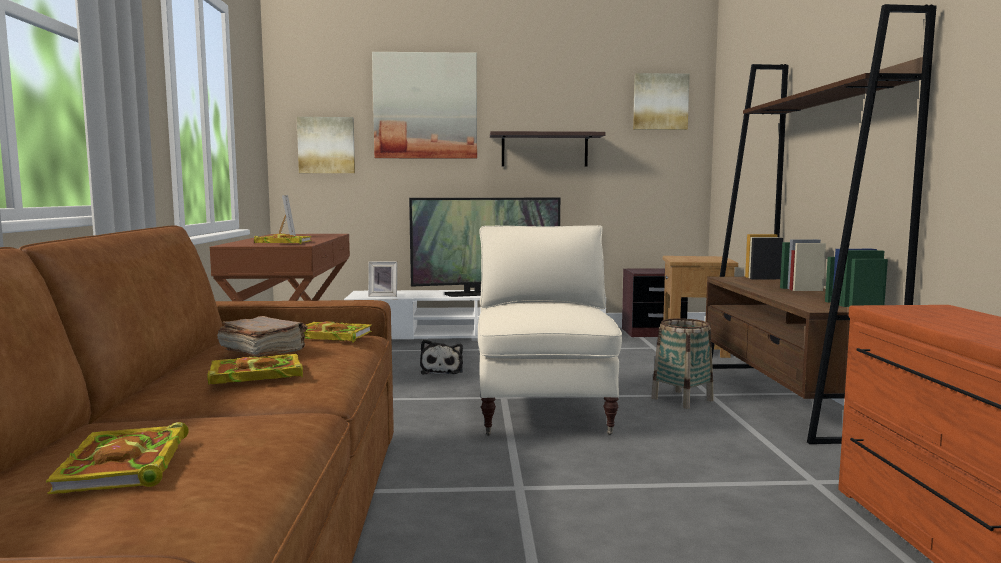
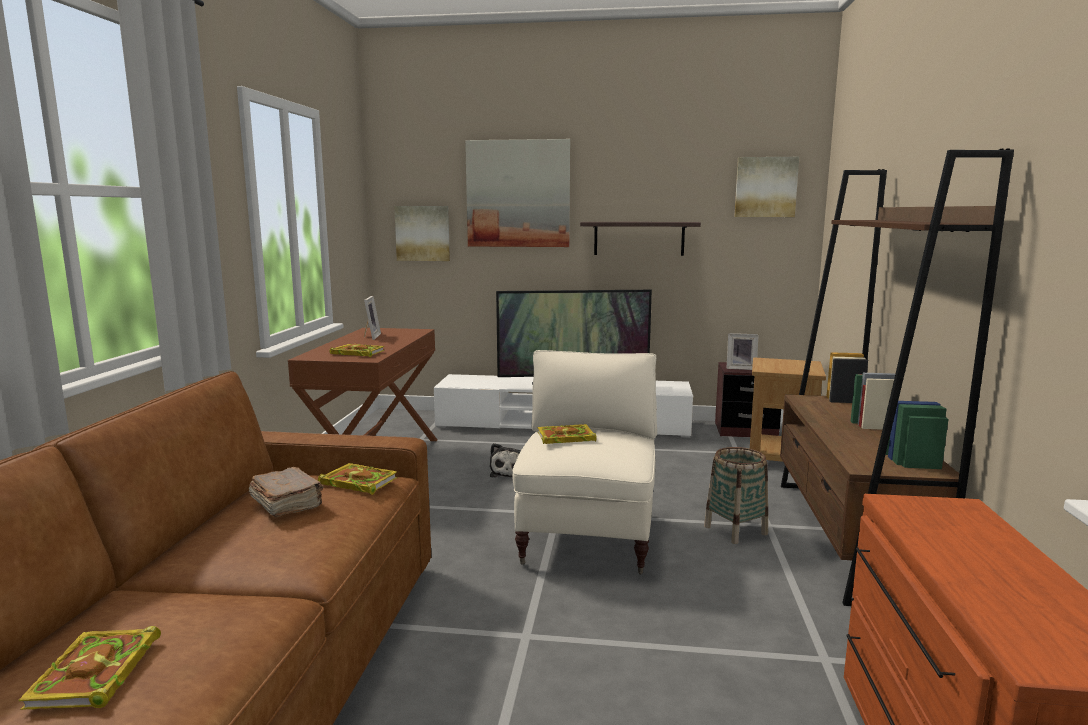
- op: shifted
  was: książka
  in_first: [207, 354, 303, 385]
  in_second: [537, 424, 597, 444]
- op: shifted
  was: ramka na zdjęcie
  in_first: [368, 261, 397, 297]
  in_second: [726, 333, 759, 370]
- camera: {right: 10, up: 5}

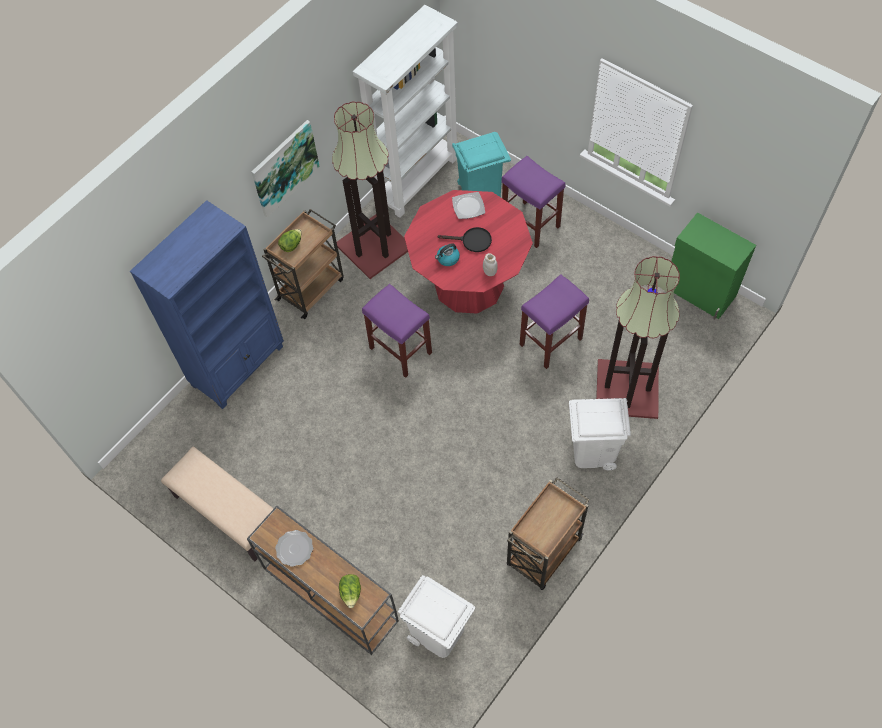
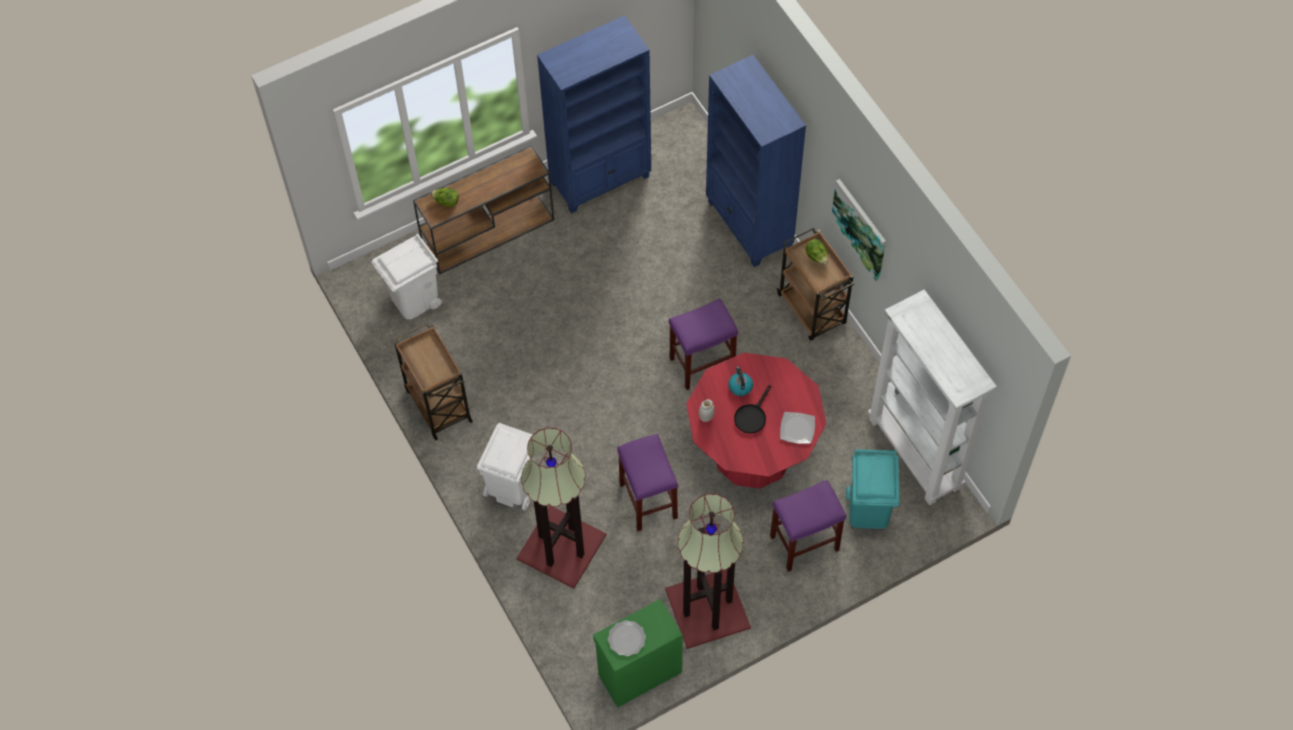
- op: shifted
  was: talerz
  in_first: [275, 530, 313, 567]
  in_second: [608, 620, 646, 656]
- op: shifted
  was: lampa stojąca
  in_first: [332, 101, 408, 279]
  in_second: [665, 493, 751, 649]
- op: swapped
  was: ławka [beżowy]
  now: regał [niebieski]
  in_first: [161, 447, 274, 561]
  in_second: [537, 15, 651, 214]
- camera: {right: 110, up: 0}

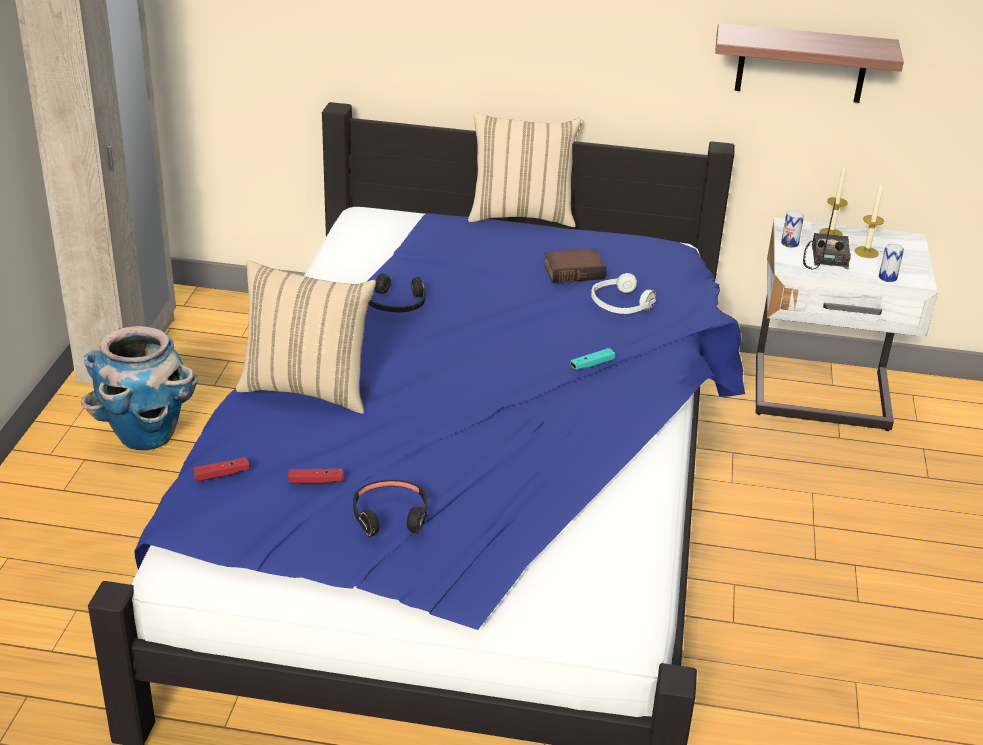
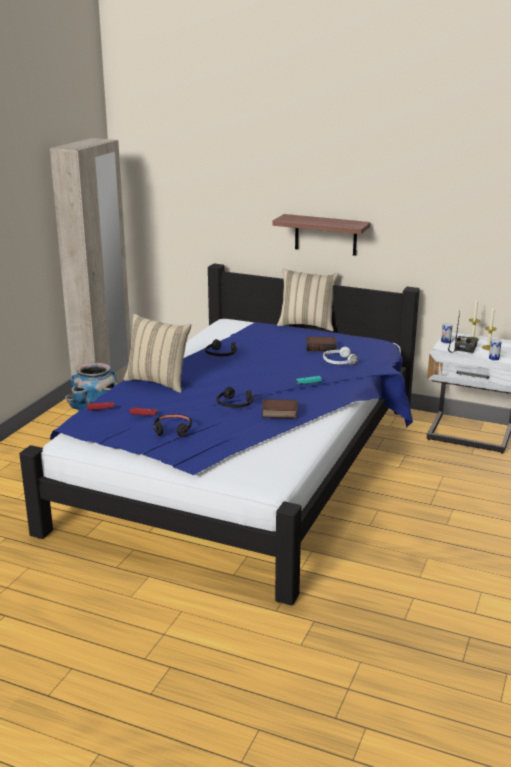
- op: new
  now: słuchawki [czarny]
  in_second: [216, 386, 253, 408]
- op: new
  now: książka
  in_second: [262, 399, 298, 419]
- op: shifted
  was: półka
  in_first: [715, 23, 904, 103]
  in_second: [272, 214, 370, 256]
- camera: {right: 15, up: -10}

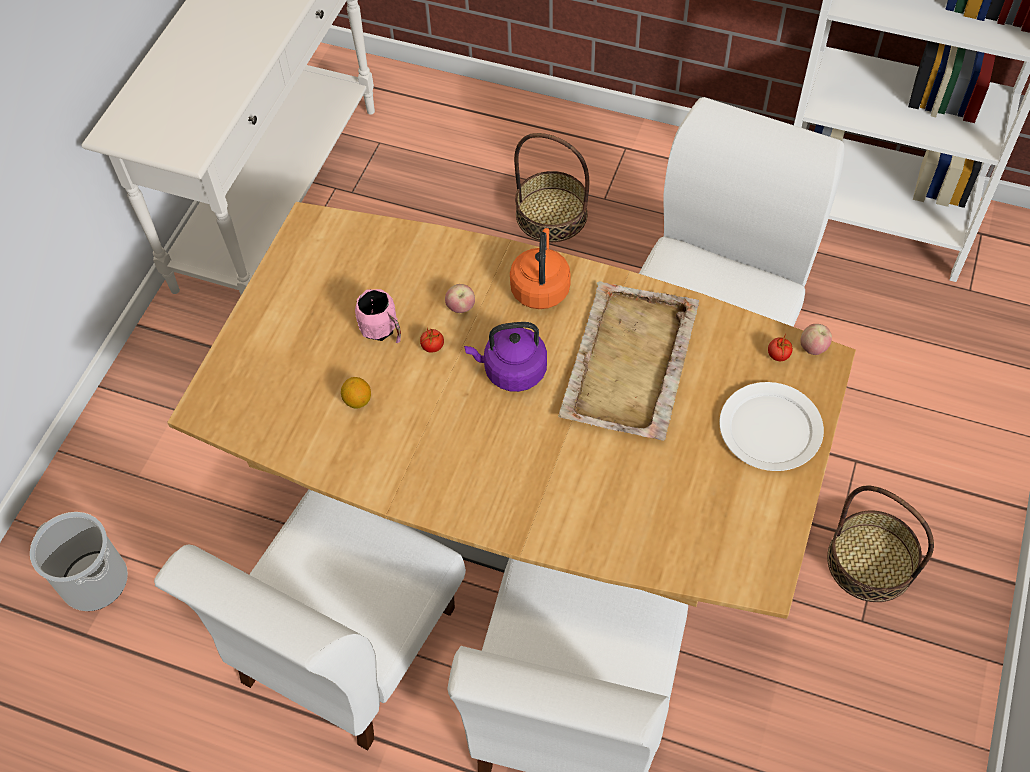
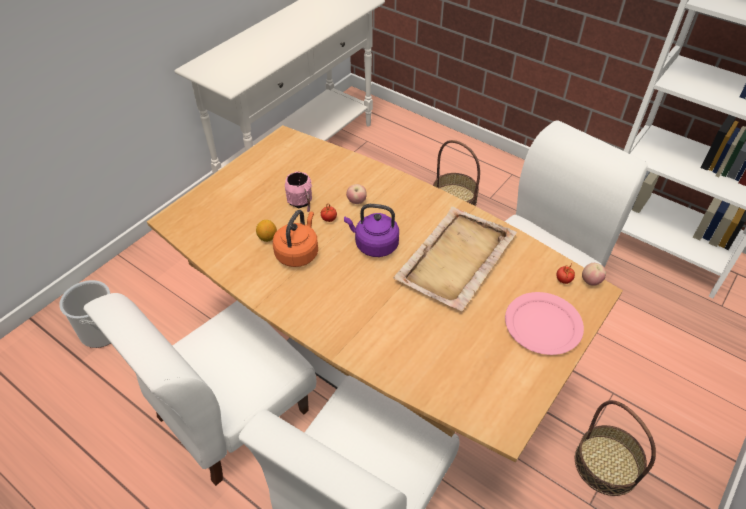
- op: shifted
  was: czajnik [pomarańczowy]
  in_first: [510, 228, 571, 309]
  in_second: [273, 210, 318, 267]
- op: repainted
  was: talerz [biały]
  now: talerz [różowy]
  in_first: [719, 382, 824, 471]
  in_second: [505, 292, 584, 355]
- camera: {right: 15, up: -10}

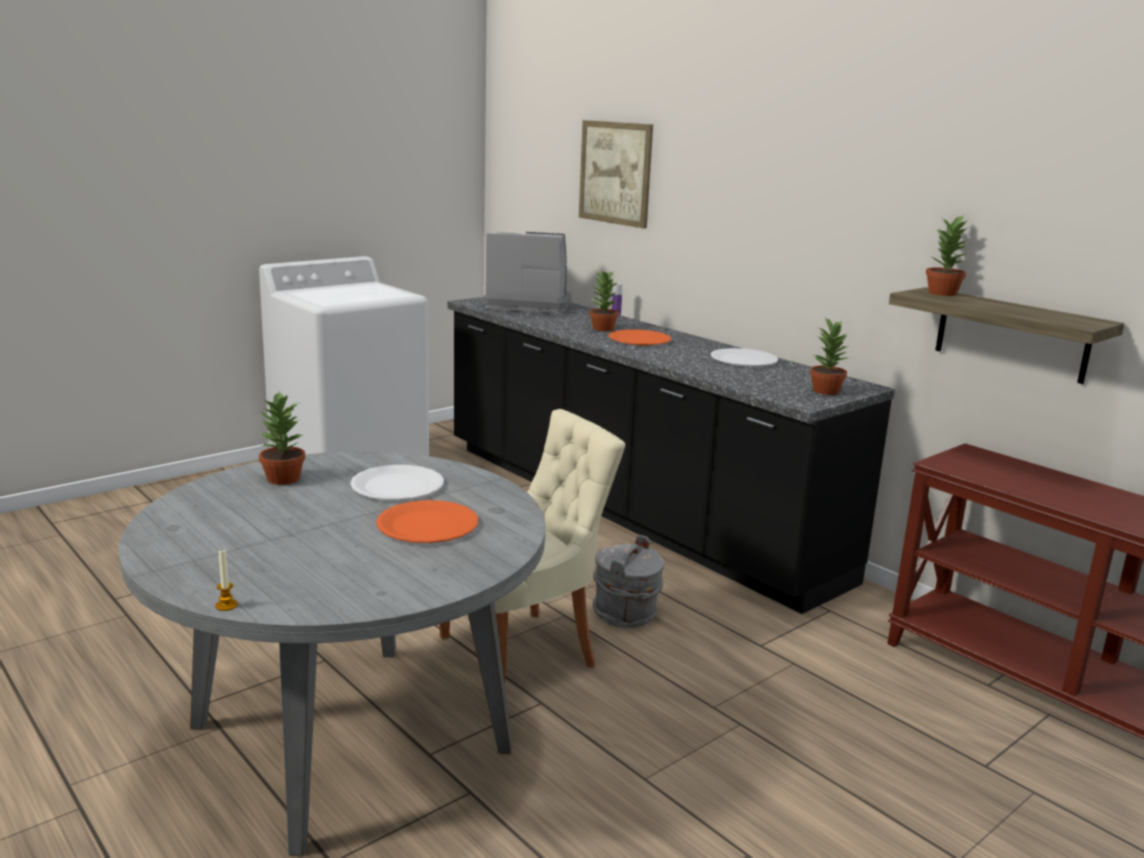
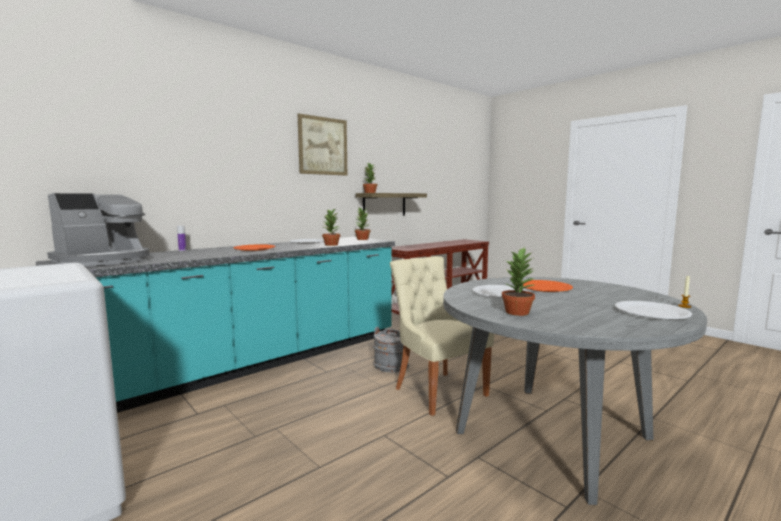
- op: new
  now: talerz [biały]
  in_second: [615, 301, 692, 319]
- op: shifted
  was: obraz
  in_first: [579, 120, 653, 229]
  in_second: [298, 113, 347, 176]
- op: shifted
  was: roślina doniczkowa
  in_first: [589, 271, 619, 331]
  in_second: [322, 208, 340, 246]
- op: repainted
  was: zabudowa kuchenna [czarny]
  now: zabudowa kuchenna [turkusowy]
  in_first: [447, 297, 895, 614]
  in_second: [36, 237, 395, 413]
- op: rotated
  was: ekspres do kawy
  in_first: [483, 232, 572, 313]
  in_second: [47, 193, 150, 266]
  clockwise: -150
- camera: {right: -90, up: -10}

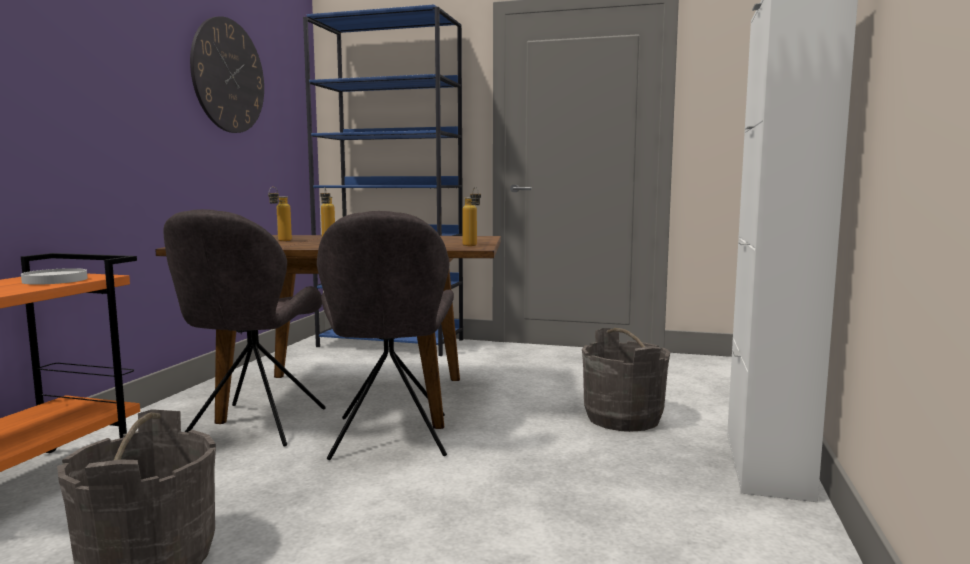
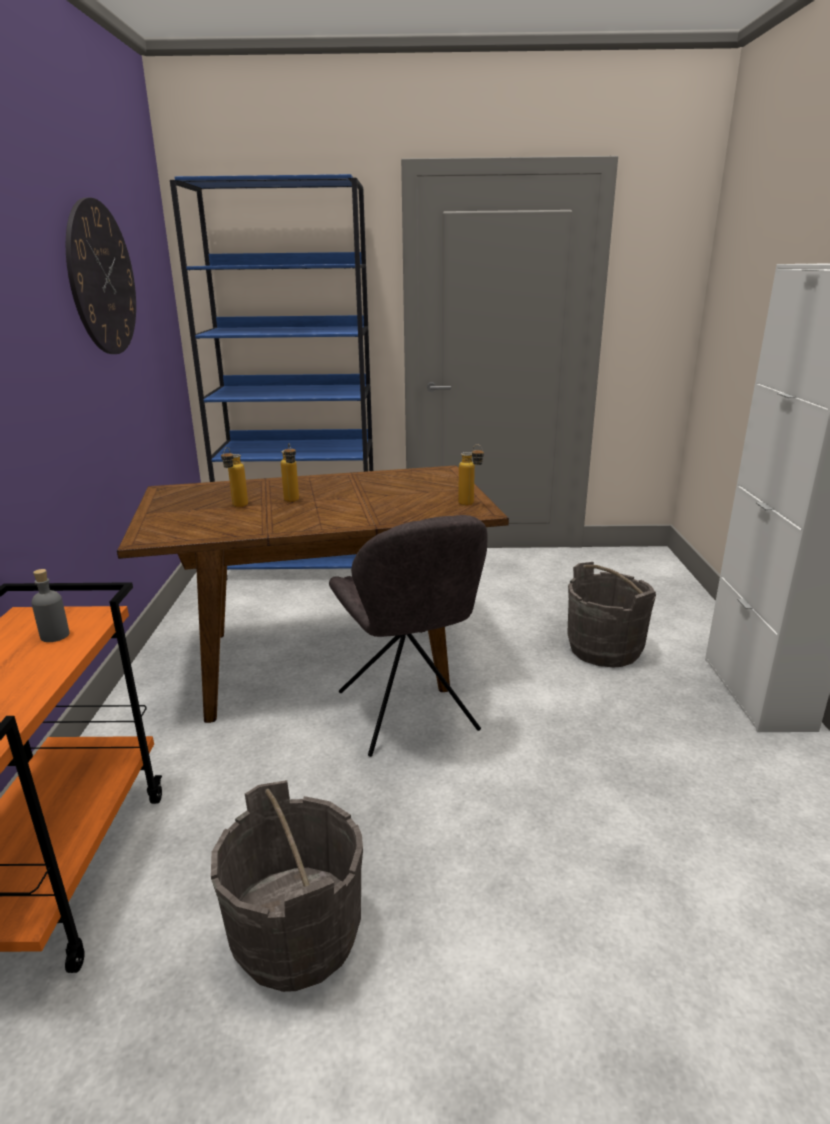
- op: gone
  was: krzesło [szary]
  in_first: [163, 209, 326, 447]
- op: swapped
  was: talerz [biały]
  now: butelka [szary]
  in_first: [21, 268, 88, 285]
  in_second: [31, 569, 69, 642]
- camera: {right: -15, up: 15}

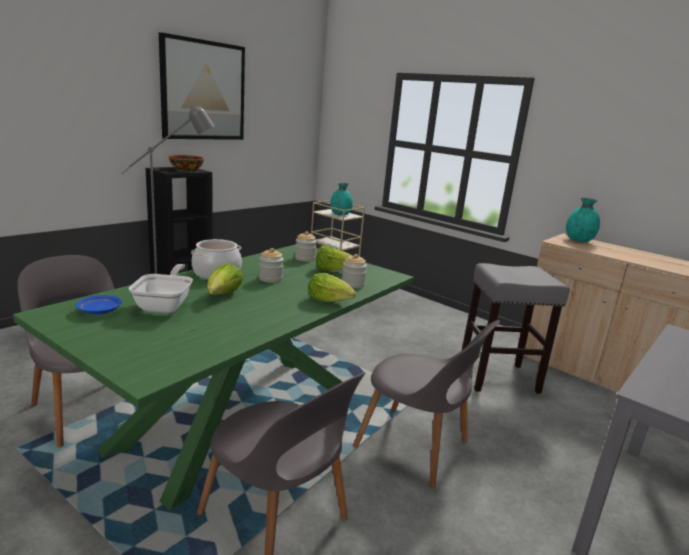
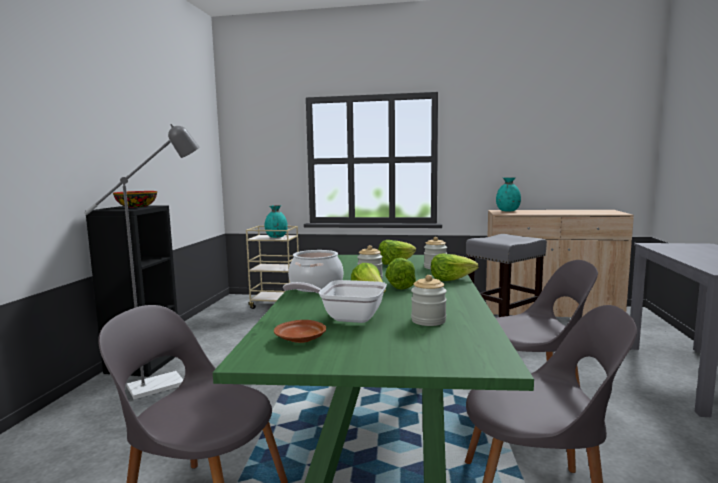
- op: gone
  was: obraz
  in_first: [159, 32, 245, 140]
- op: new
  now: sałata
  in_second: [385, 258, 416, 289]
- op: shifted
  was: słoik
  in_first: [295, 231, 317, 262]
  in_second: [411, 275, 447, 326]
- op: repainted
  was: talerz [niebieski]
  now: talerz [brązowy]
  in_first: [76, 295, 122, 315]
  in_second: [274, 320, 326, 343]
- op: rotated
  was: patelnia
  in_first: [128, 264, 193, 313]
  in_second: [283, 280, 387, 323]
  clockwise: -45
- camera: {right: -30, up: -10}

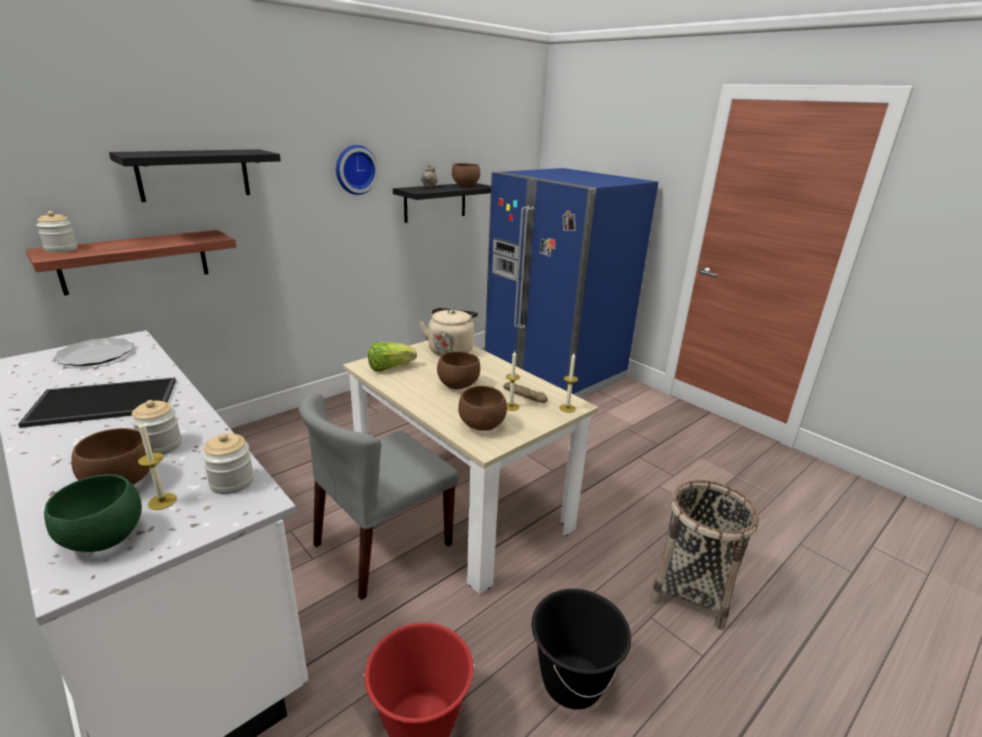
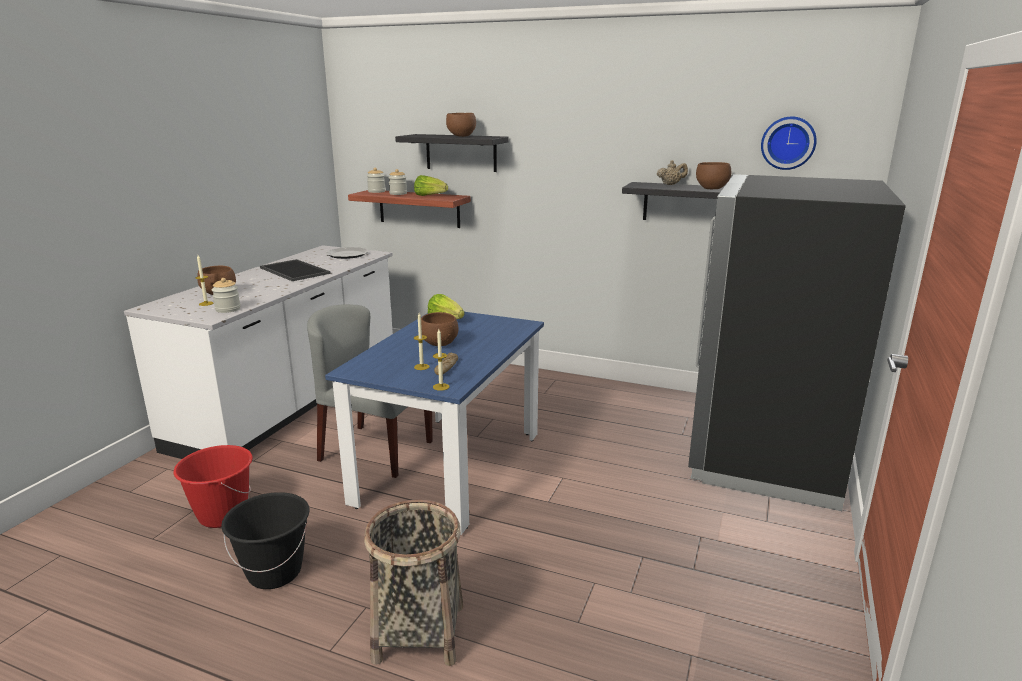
- op: gone
  was: miska [zielony]
  in_first: [44, 474, 142, 552]
- op: gone
  was: czajnik [beżowy]
  in_first: [419, 308, 478, 356]
- op: new
  now: sałata
  in_second: [414, 175, 448, 196]
- op: shifted
  was: słoik
  in_first: [130, 400, 182, 454]
  in_second: [388, 169, 407, 195]
- op: shifted
  was: zegar ścienny
  in_first: [336, 145, 379, 195]
  in_second: [761, 117, 817, 170]
- op: shifted
  was: miska [brązowy]
  in_first: [458, 386, 507, 431]
  in_second: [446, 113, 476, 137]
- op: repainted
  was: stół jadalny [beżowy]
  now: stół jadalny [niebieski]
  in_first: [343, 340, 599, 594]
  in_second: [325, 312, 544, 535]
- op: repainted
  was: lodówka [niebieski]
  now: lodówka [czarny]
  in_first: [485, 168, 658, 399]
  in_second: [688, 174, 906, 511]
- camera: {right: 65, up: -5}

